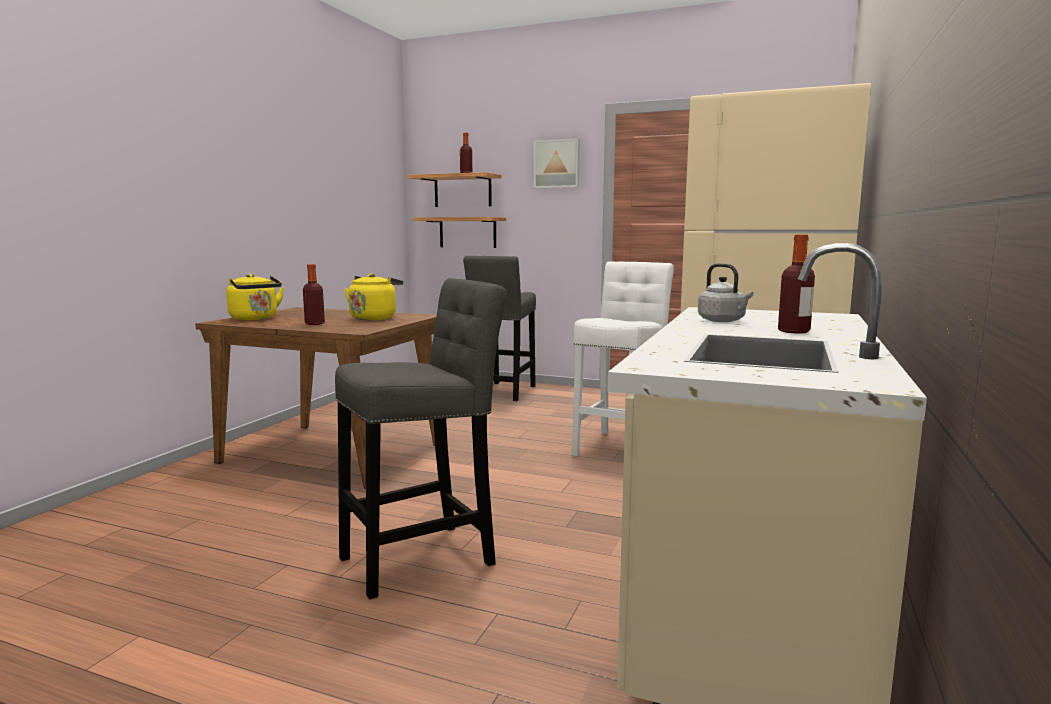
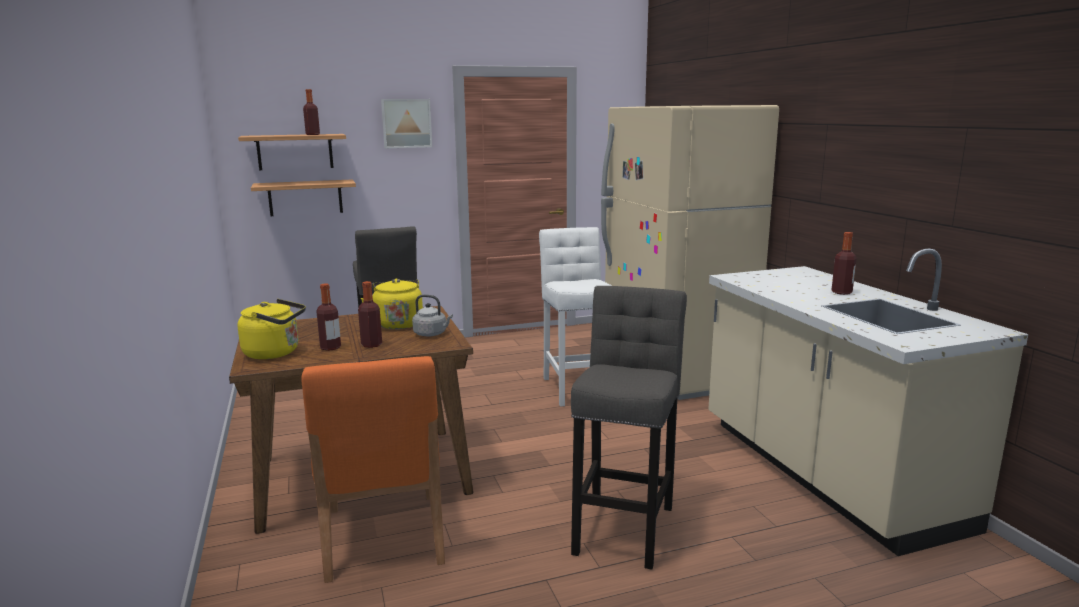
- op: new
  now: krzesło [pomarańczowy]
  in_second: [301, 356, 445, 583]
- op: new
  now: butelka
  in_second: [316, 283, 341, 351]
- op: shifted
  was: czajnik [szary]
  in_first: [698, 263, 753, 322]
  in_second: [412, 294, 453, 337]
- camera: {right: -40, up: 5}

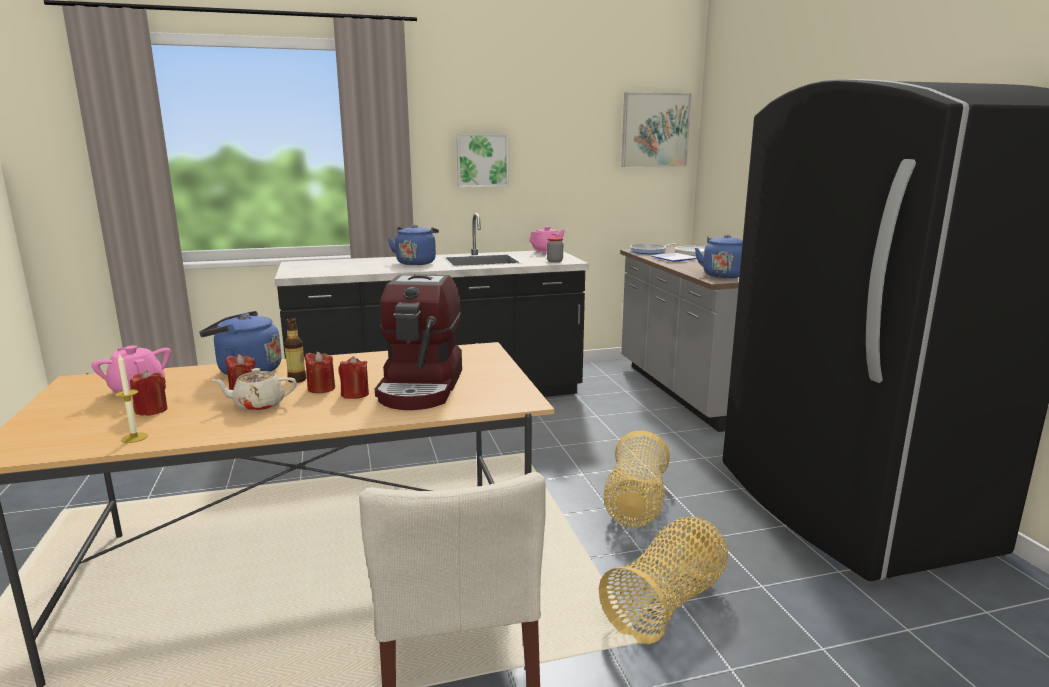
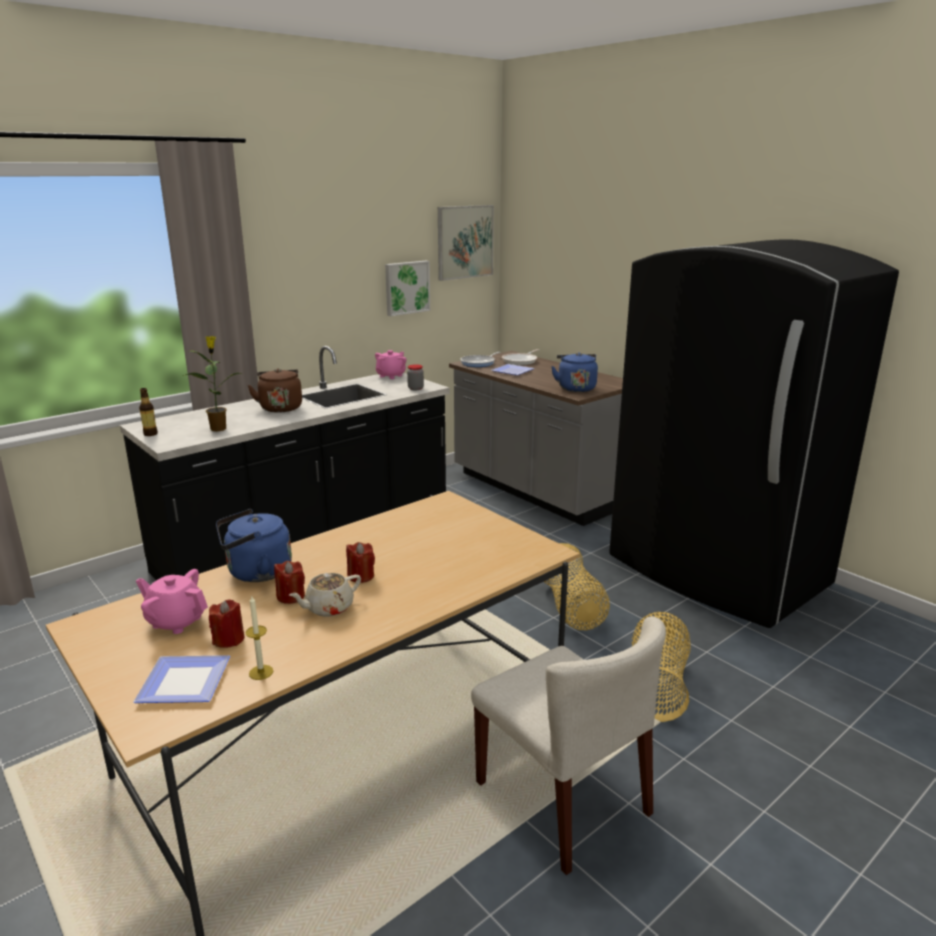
- op: gone
  was: świeca [czerwony]
  in_first: [338, 356, 369, 399]
- op: gone
  was: ekspres do kawy
  in_first: [375, 274, 462, 410]
- op: new
  now: talerz
  in_second: [134, 655, 230, 703]
- op: new
  now: roślina doniczkowa
  in_second: [182, 336, 241, 431]
- op: shifted
  was: butelka
  in_first: [284, 318, 306, 383]
  in_second: [139, 388, 158, 436]
- op: shifted
  was: obraz
  in_first: [456, 134, 509, 188]
  in_second: [385, 261, 430, 316]
- op: repainted
  was: czajnik [niebieski]
  now: czajnik [brązowy]
  in_first: [388, 225, 439, 265]
  in_second: [247, 368, 302, 413]
- camera: {right: -25, up: 5}

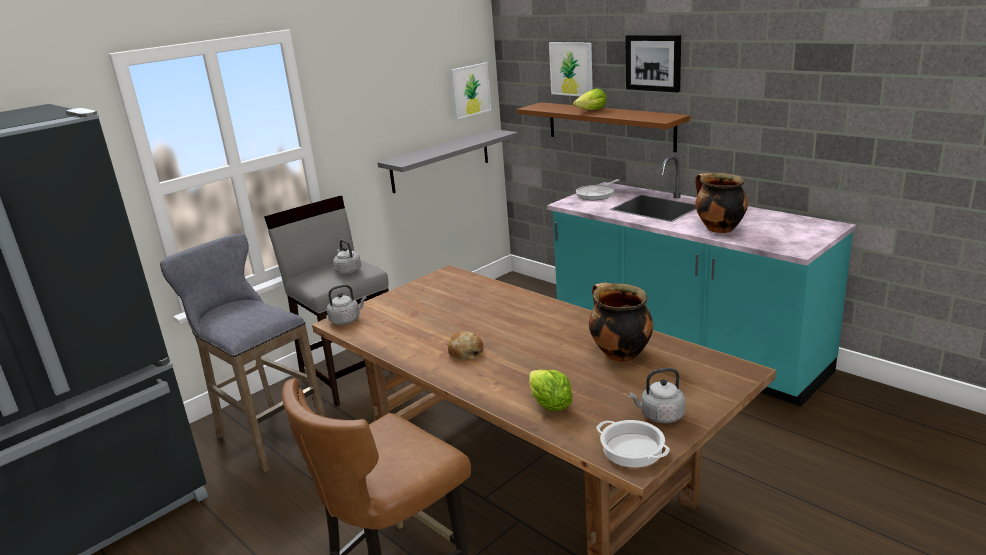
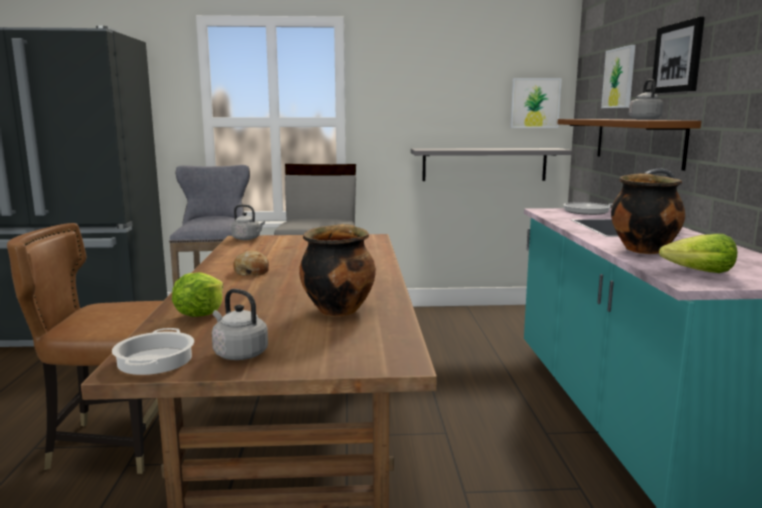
- op: shifted
  was: czajnik [szary]
  in_first: [333, 239, 361, 274]
  in_second: [629, 79, 664, 120]
- op: shifted
  was: sałata
  in_first: [573, 88, 607, 110]
  in_second: [659, 234, 737, 273]
- camera: {right: 40, up: -10}

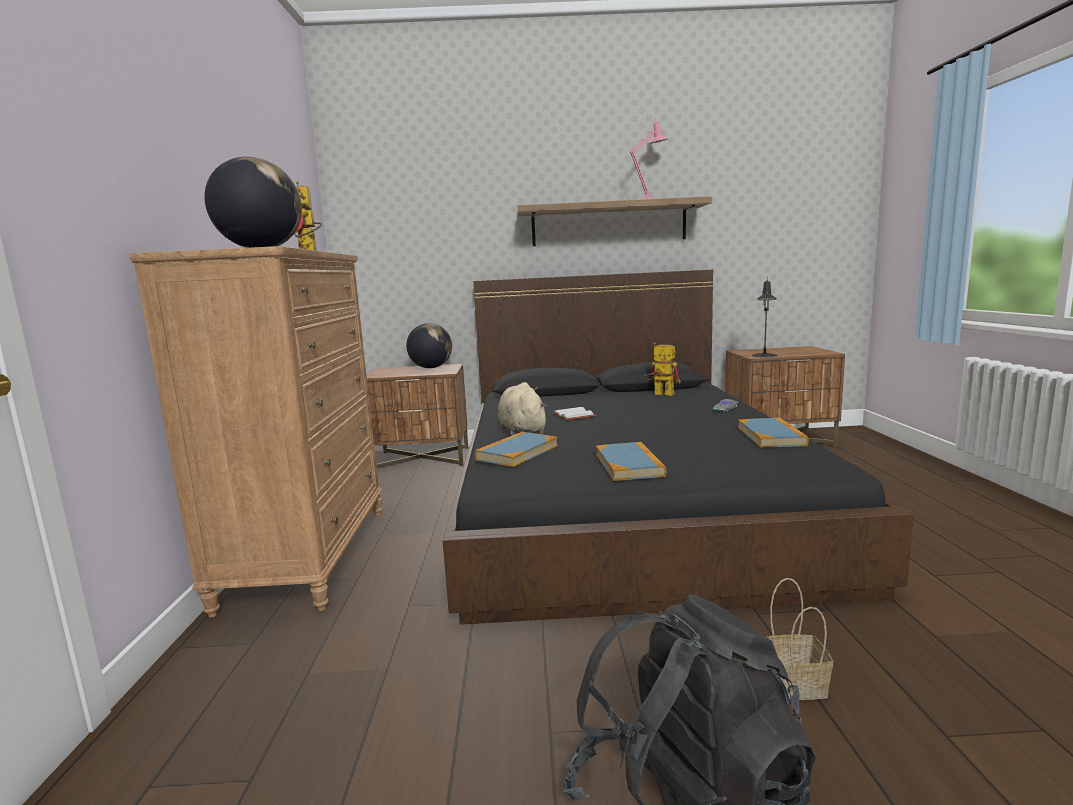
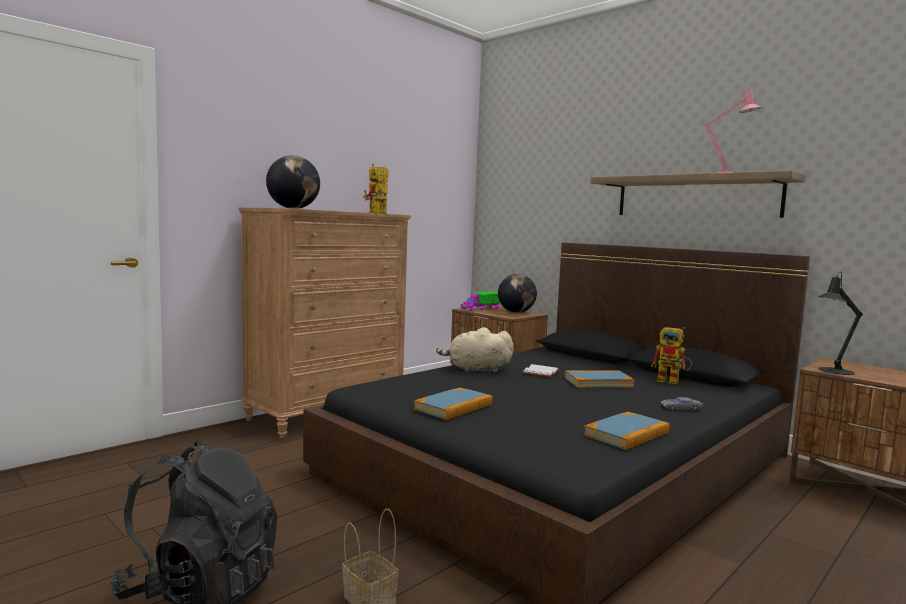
- op: new
  now: ciężarówka zabawkowa
  in_second: [460, 291, 500, 311]
- op: shifted
  was: książka
  in_first: [475, 432, 558, 467]
  in_second: [565, 370, 635, 387]
- op: rotated
  was: pluszak [beżowy]
  in_first: [498, 382, 547, 436]
  in_second: [436, 327, 514, 373]
  clockwise: -120
- op: rotated
  was: robot zabawkowy
  in_first: [643, 343, 681, 396]
  in_second: [651, 327, 692, 384]
  clockwise: 135
- camera: {right: 45, up: -5}

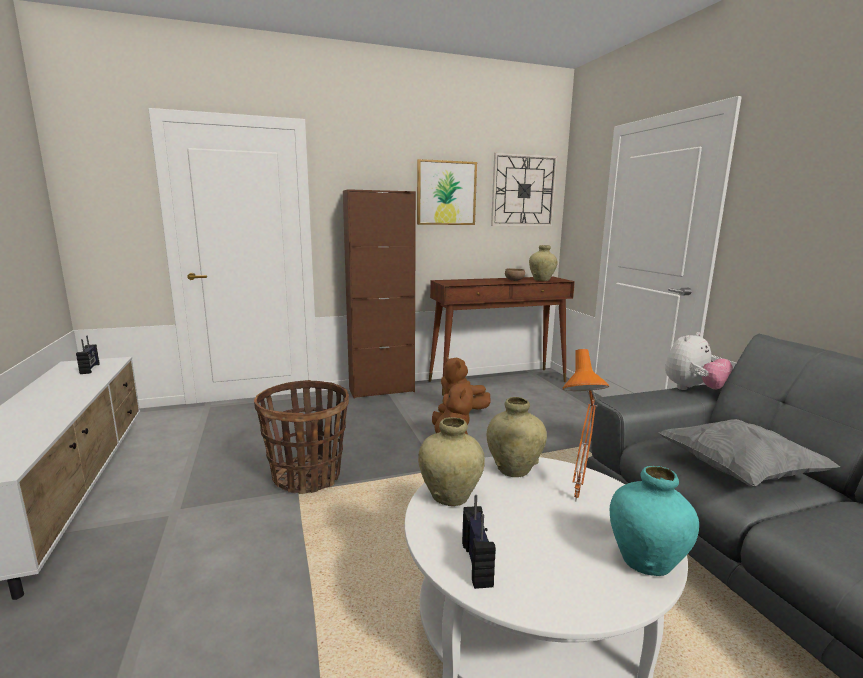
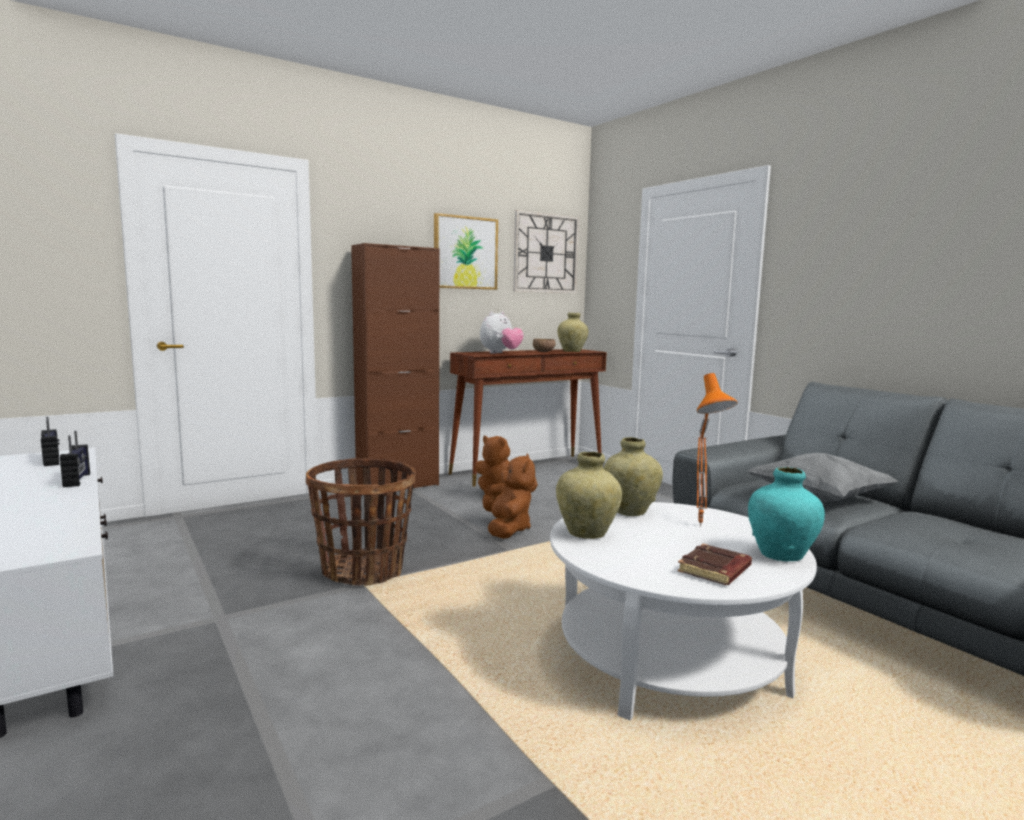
- op: new
  now: książka [brązowy]
  in_second: [678, 544, 752, 585]
- op: shifted
  was: radio
  in_first: [462, 495, 496, 589]
  in_second: [60, 431, 90, 487]
- op: shifted
  was: pluszak
  in_first: [665, 332, 733, 390]
  in_second: [480, 312, 524, 354]
- camera: {right: -15, up: -5}

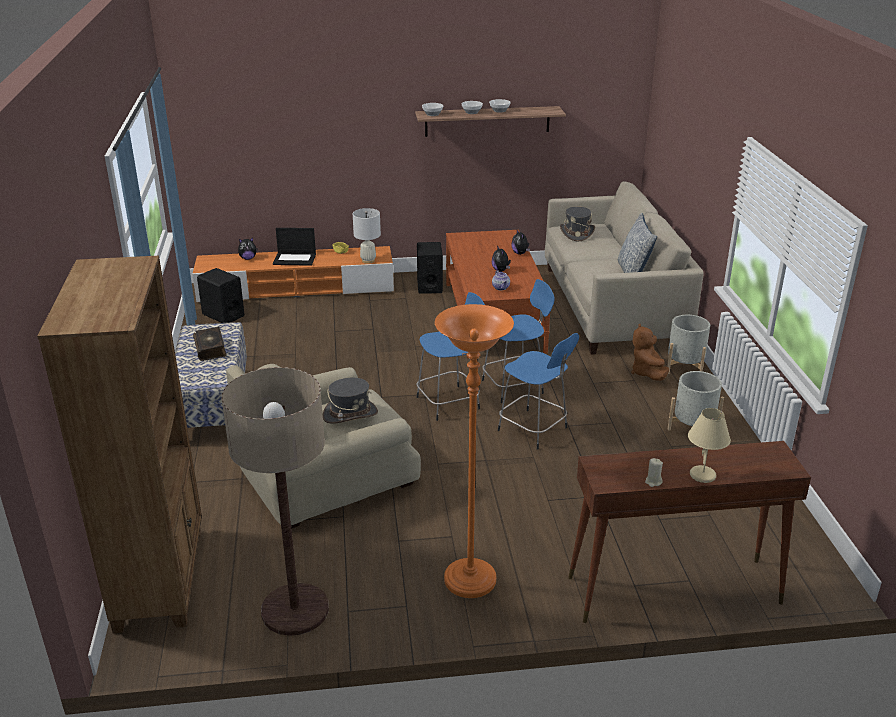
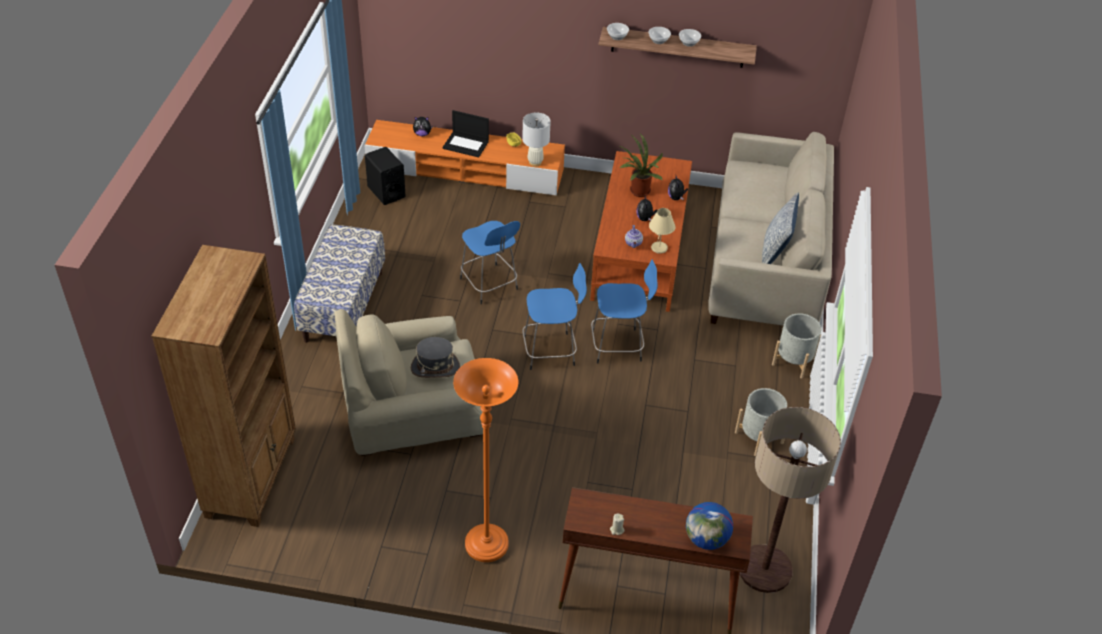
- op: gone
  was: książka
  in_first: [193, 327, 227, 361]
- op: gone
  was: głośnik [czarny]
  in_first: [417, 242, 443, 294]
- op: gone
  was: kapelusz [szary]
  in_first: [560, 206, 595, 241]
- op: gone
  was: pluszak [brązowy]
  in_first: [631, 324, 669, 381]
- op: new
  now: roślina doniczkowa
  in_second: [619, 133, 663, 197]
- op: new
  now: globus
  in_second: [686, 502, 733, 550]
- op: shifted
  was: lampa stojąca
  in_first: [222, 367, 329, 636]
  in_second: [739, 407, 841, 593]
- op: shifted
  was: stołek [niebieski]
  in_first: [498, 333, 579, 450]
  in_second: [460, 221, 520, 304]
- op: shifted
  was: lampa stołowa [beżowy]
  in_first: [688, 408, 731, 483]
  in_second: [649, 208, 675, 254]
- camera: {right: 15, up: 15}

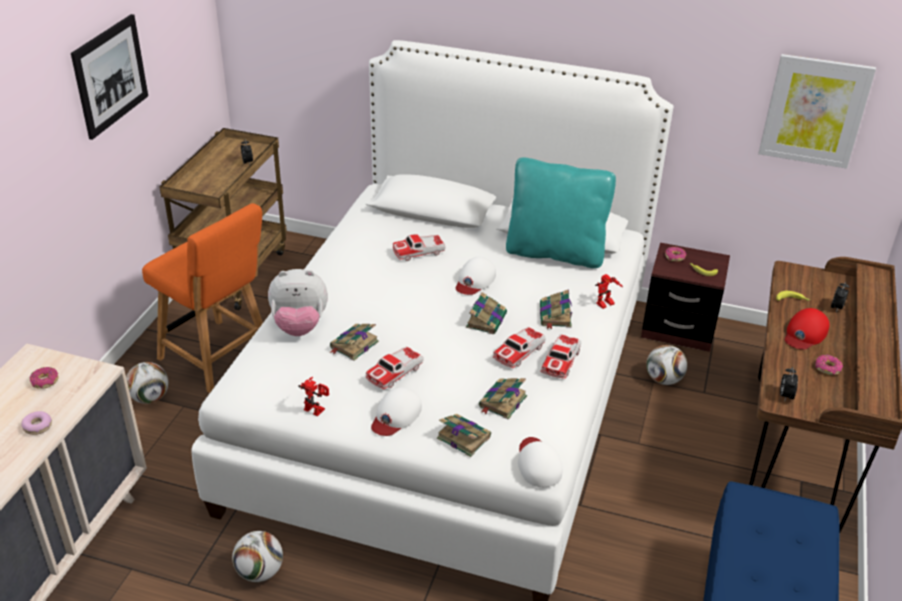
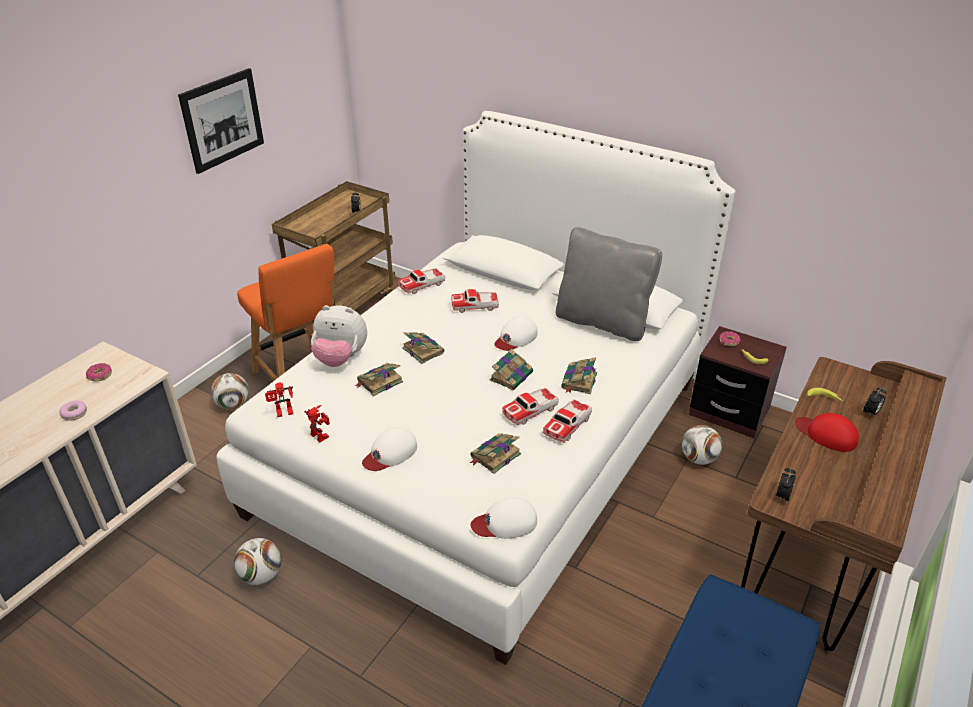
- op: gone
  was: obraz
  in_first: [759, 54, 876, 169]
- op: gone
  was: donut
  in_first: [815, 354, 843, 375]
- op: shifted
  was: samochodzik
  in_first: [365, 346, 423, 389]
  in_second: [398, 268, 446, 294]
- op: shifted
  was: książka
  in_first: [437, 414, 491, 457]
  in_second: [402, 332, 444, 364]
- op: shifted
  was: robot zabawkowy
  in_first: [595, 274, 623, 309]
  in_second: [265, 382, 293, 417]
- op: repainted
  was: poduszka [turkusowy]
  now: poduszka [szary]
  in_first: [506, 157, 616, 268]
  in_second: [556, 227, 662, 341]
- op: rotated
  was: czapka z daszkiem [biały]
  in_first: [518, 437, 562, 487]
  in_second: [471, 497, 537, 539]
  clockwise: -105
- op: rotated
  was: czapka z daszkiem [czerwony]
  in_first: [785, 308, 830, 350]
  in_second: [795, 413, 859, 452]
  clockwise: 75
- camera: {right: 15, up: 0}

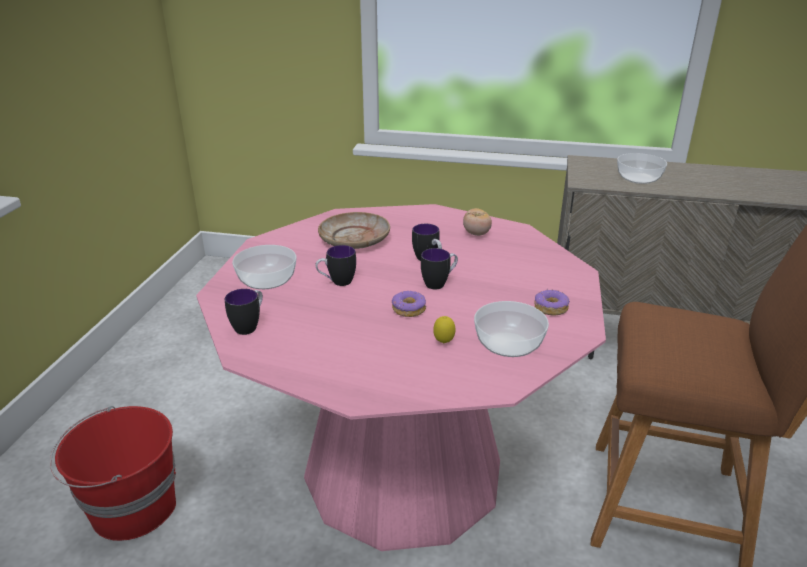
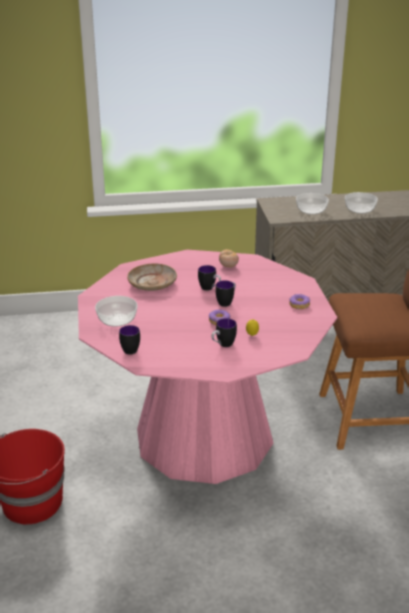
- op: shifted
  was: kubek
  in_first: [315, 245, 356, 286]
  in_second: [211, 318, 237, 347]
- op: shifted
  was: miska
  in_first: [474, 301, 549, 357]
  in_second: [345, 192, 378, 214]
- camera: {right: -20, up: 0}

